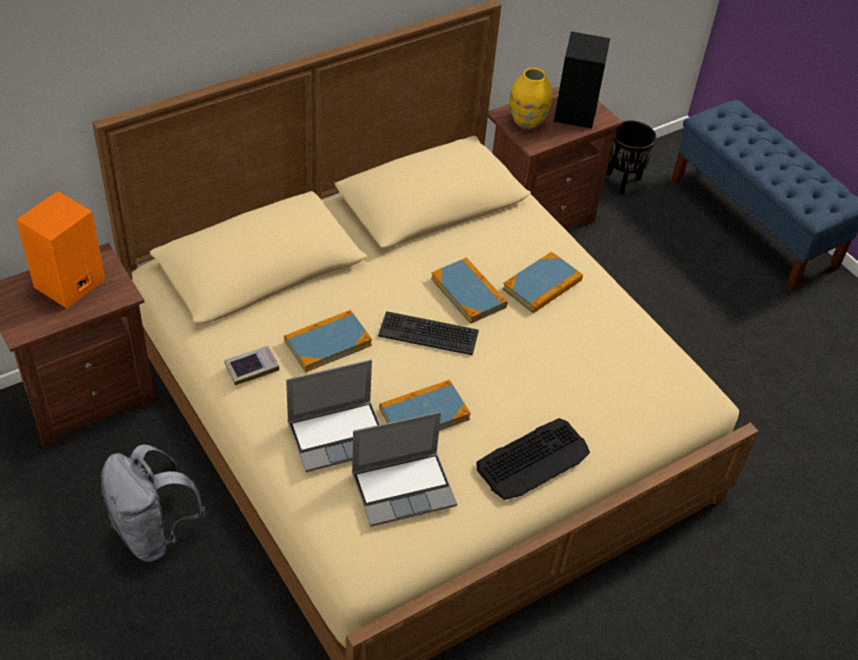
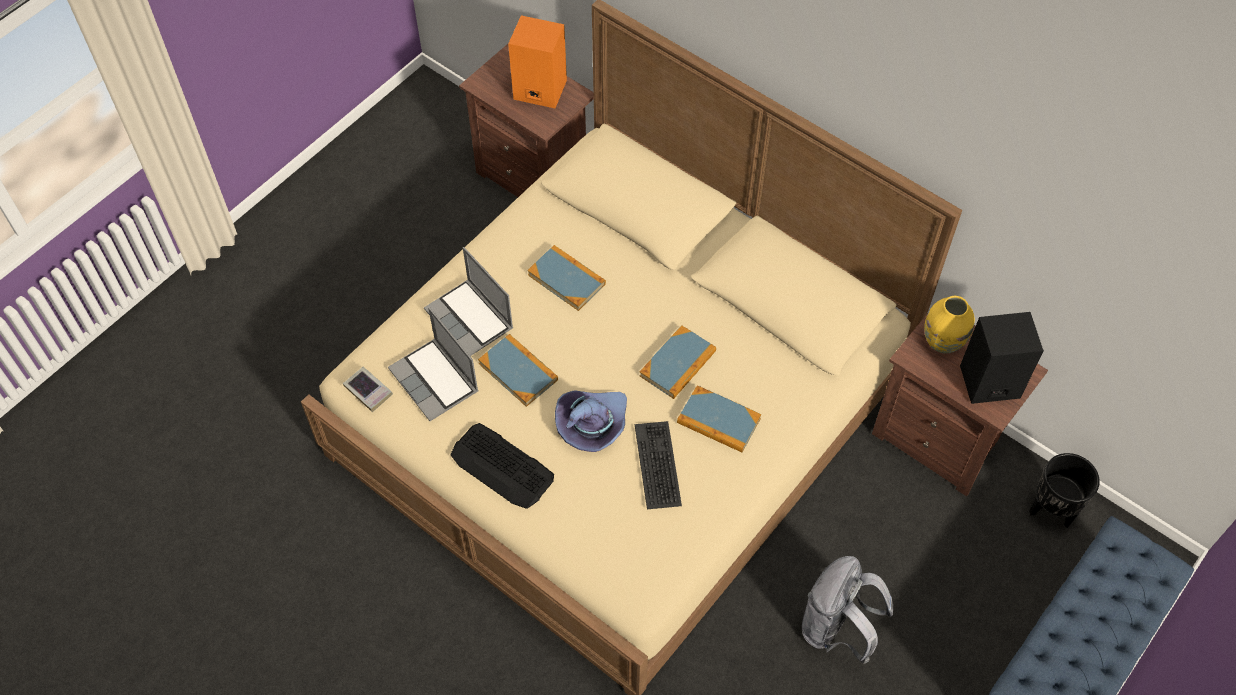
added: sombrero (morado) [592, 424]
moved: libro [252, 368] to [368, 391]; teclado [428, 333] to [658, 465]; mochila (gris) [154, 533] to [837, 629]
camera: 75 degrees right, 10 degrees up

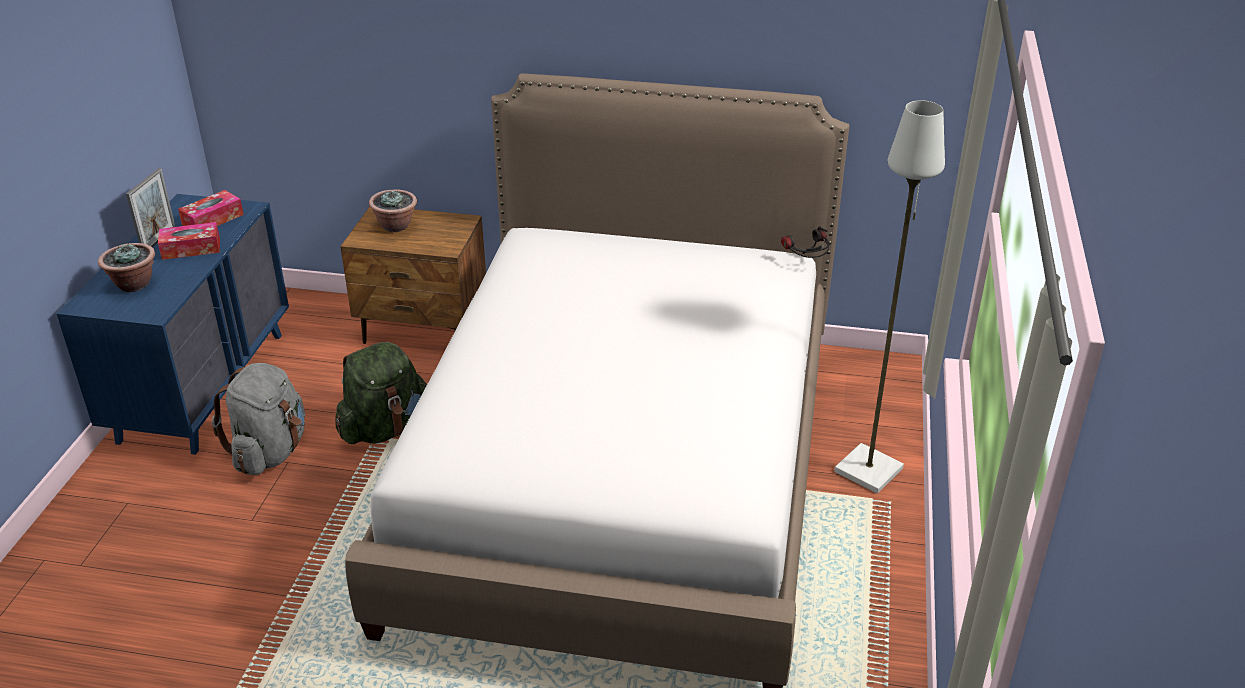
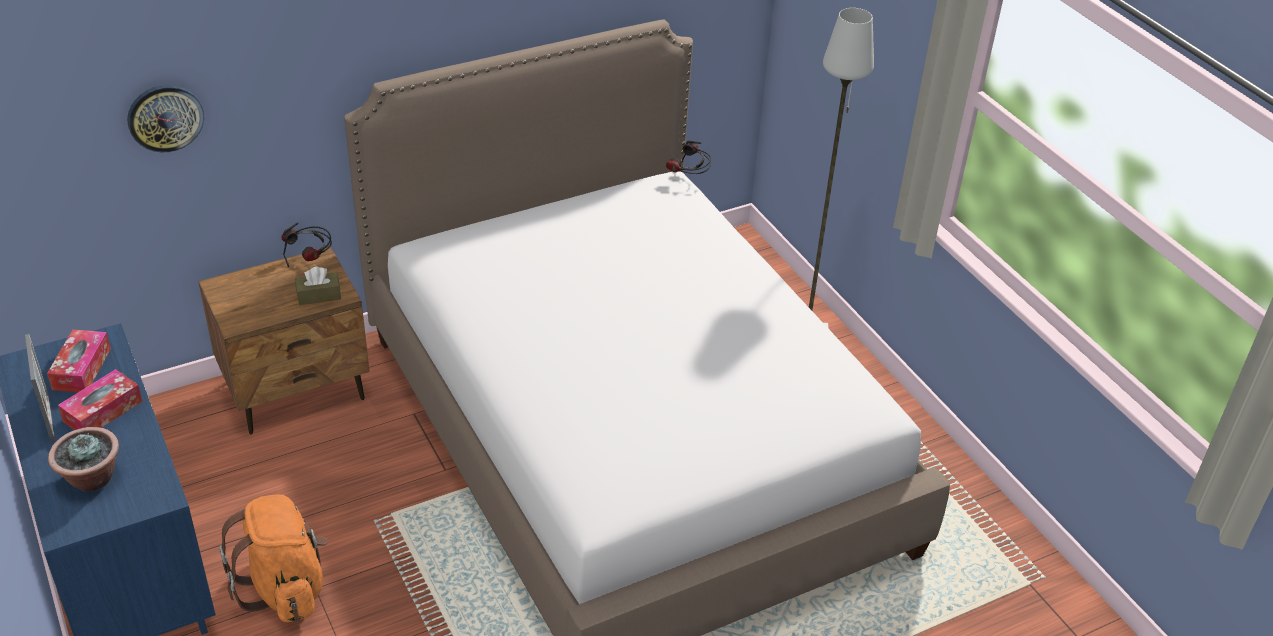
removed: mochila (verde) [385, 428]; planta en maceta [396, 226]
added: reloj de pared [165, 117]; auriculares [311, 262]; caja de pañuelos (marrón) [319, 295]
recoloured: mochila (gris) [270, 452] to mochila (naranja) [285, 588]
camera: 40 degrees left, 5 degrees up

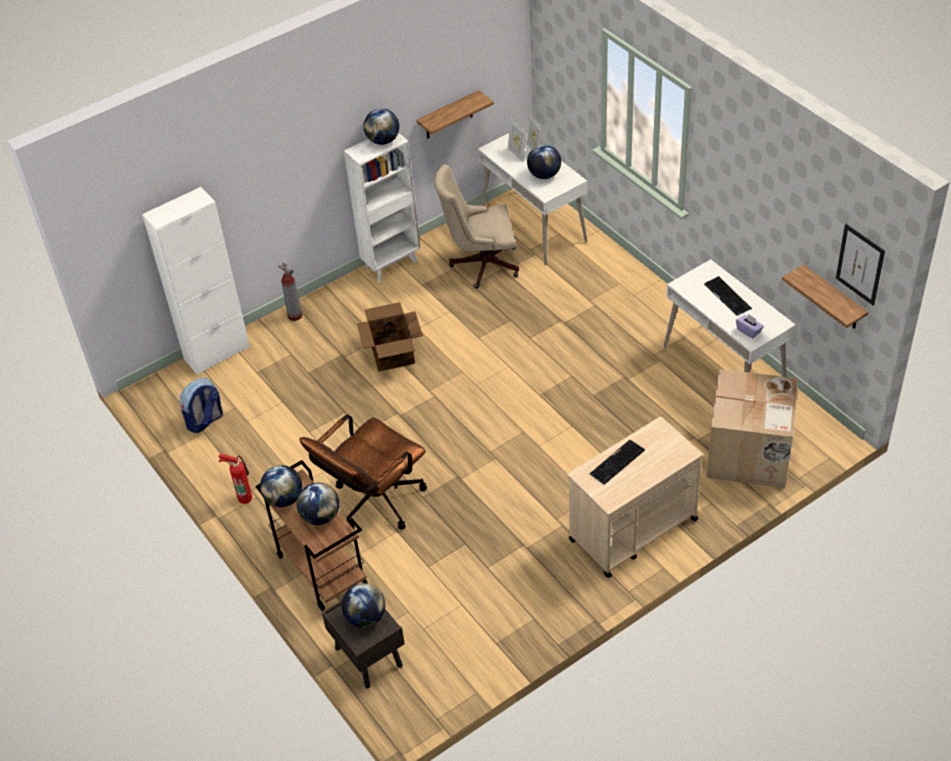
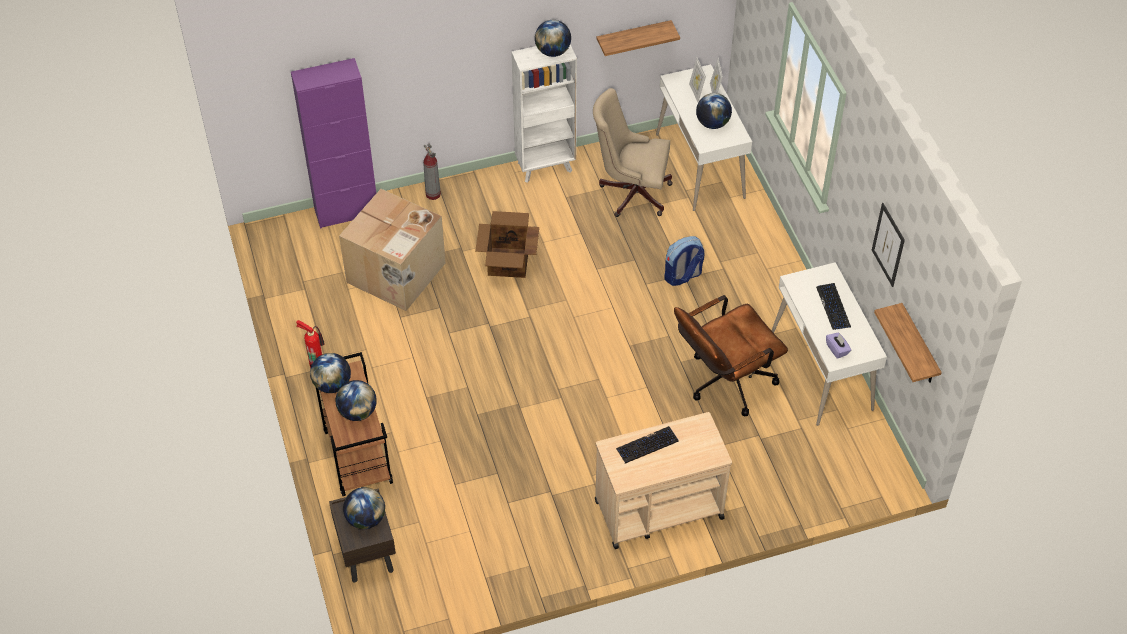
moved: caja de cartón [749, 454] to [396, 274]; mochila [205, 421] to [682, 276]; silla de oficina (marrón) [373, 504] to [724, 383]; cuadro [860, 264] to [888, 244]
recoloured: armario (blanco) [217, 353] to armario (morado) [346, 212]
camera: 15 degrees right, 5 degrees up

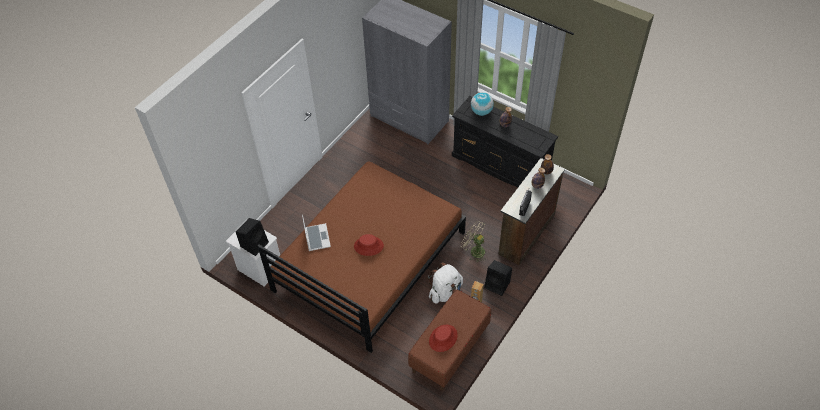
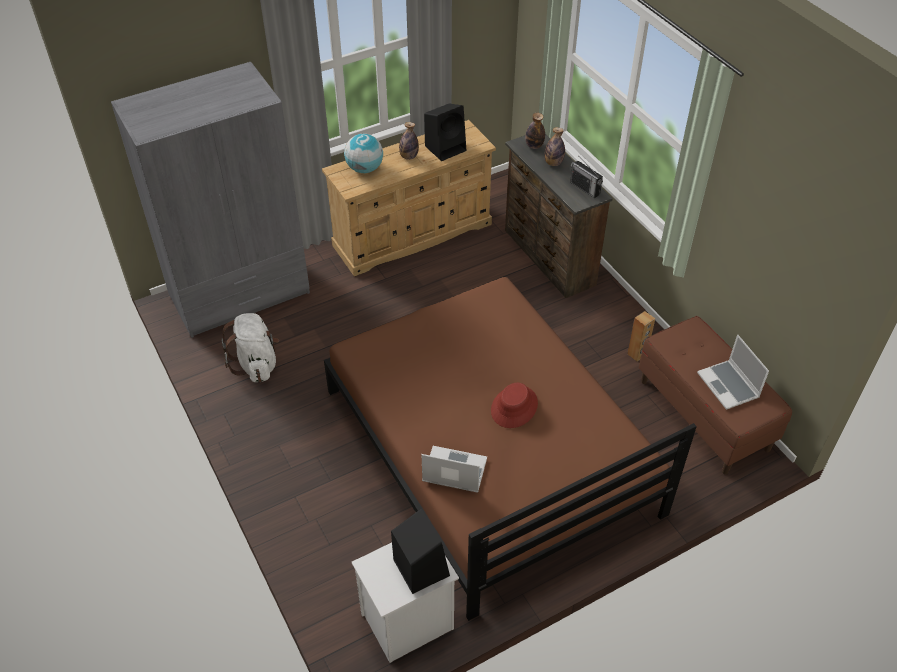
removed: ventilador (beis) [474, 251]
moved: mochila (blanco) [445, 292] to [256, 364]; altavoz (negro) [498, 285] to [446, 148]
replaced: sombrero (rojo) [443, 338] to portátil [729, 386]
recoloured: cómoda (negro) [500, 166] to cómoda (beis) [413, 234]
camera: 65 degrees left, 5 degrees down

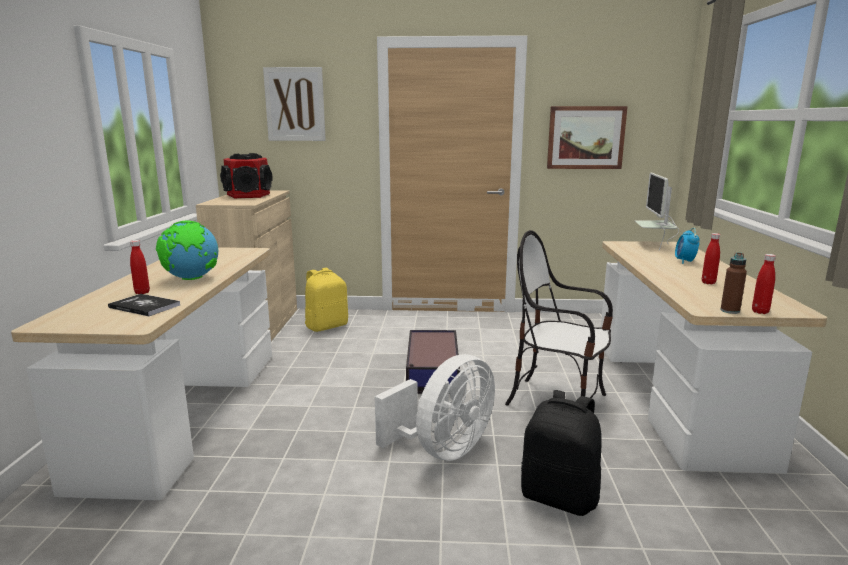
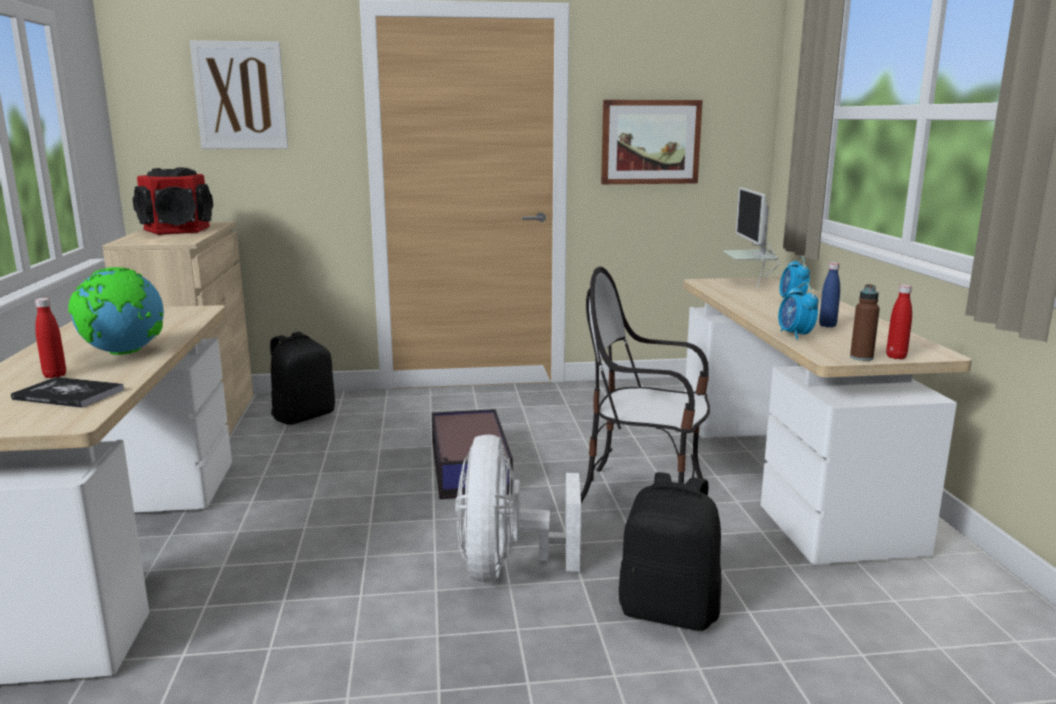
added: despertador [795, 335]
recoloured: mochila (amarillo) [326, 326] to mochila (negro) [303, 416]; botella (rojo) [708, 283] to botella (azul) [827, 325]
turned: ventilador (blanco) [443, 450] = [506, 568] 150 degrees clockwise
camera: 10 degrees left, 0 degrees up

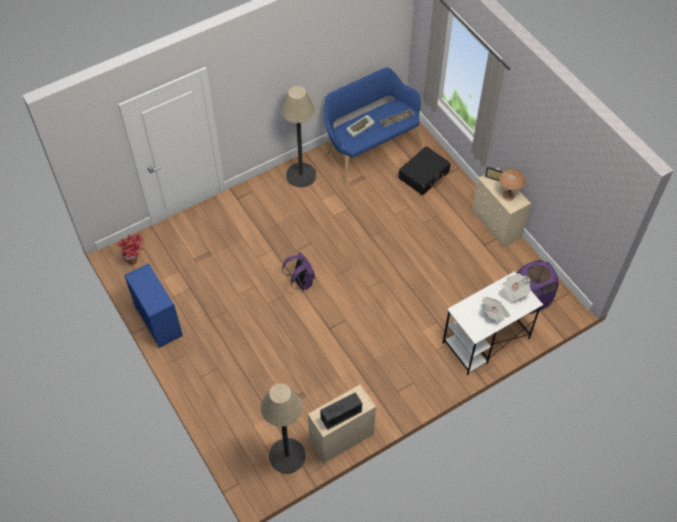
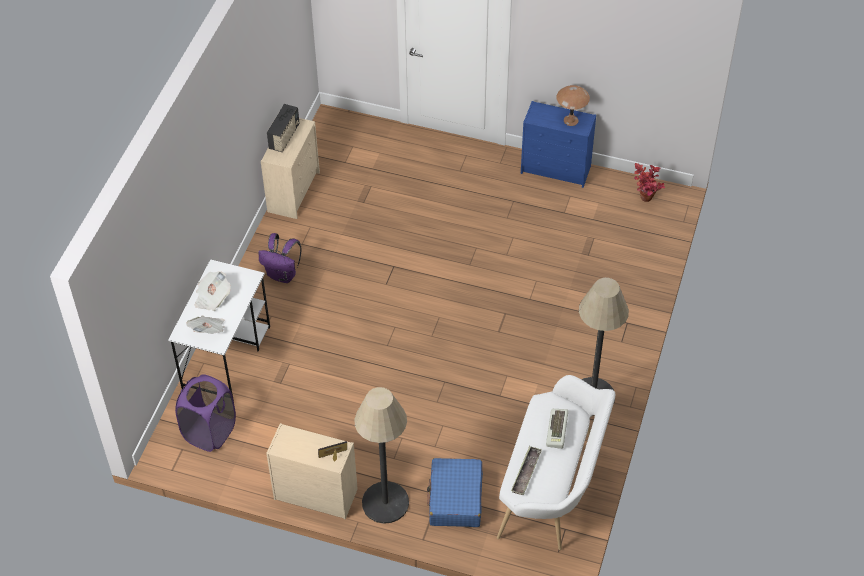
moved: mochila (morado) [301, 282] to [283, 275]; lámpara de pie [287, 456] to [385, 502]; lámpara de mesa (marrón) [508, 195] to [571, 120]
recoloured: maleta (negro) [424, 175] to maleta (azul) [455, 499]; banco (azul) [370, 148] to banco (blanco) [553, 489]
camera: 140 degrees right, 5 degrees down

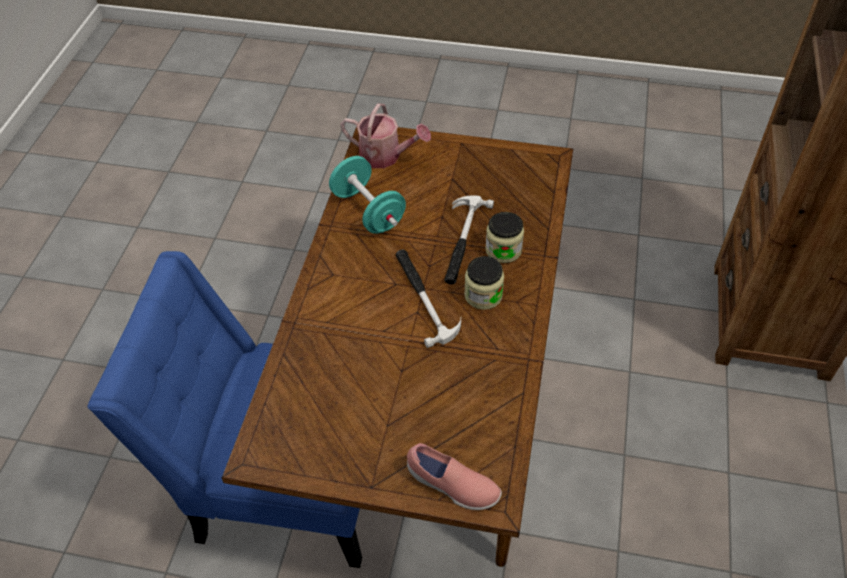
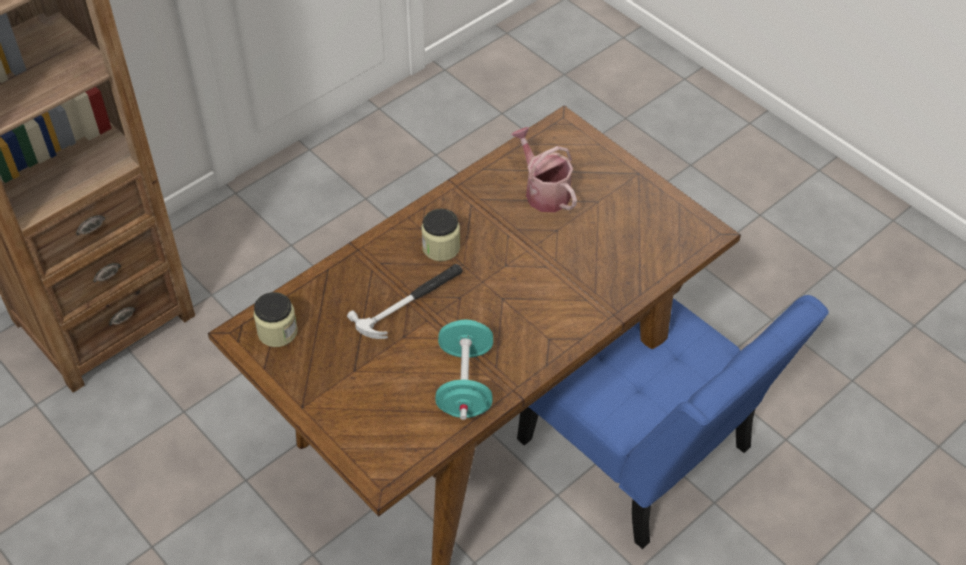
removed: martillo [423, 297]; zapato (rosa) [452, 486]
moved: tarro [503, 250] to [277, 332]; regadera [385, 156] to [543, 191]
camera: 145 degrees left, 0 degrees up

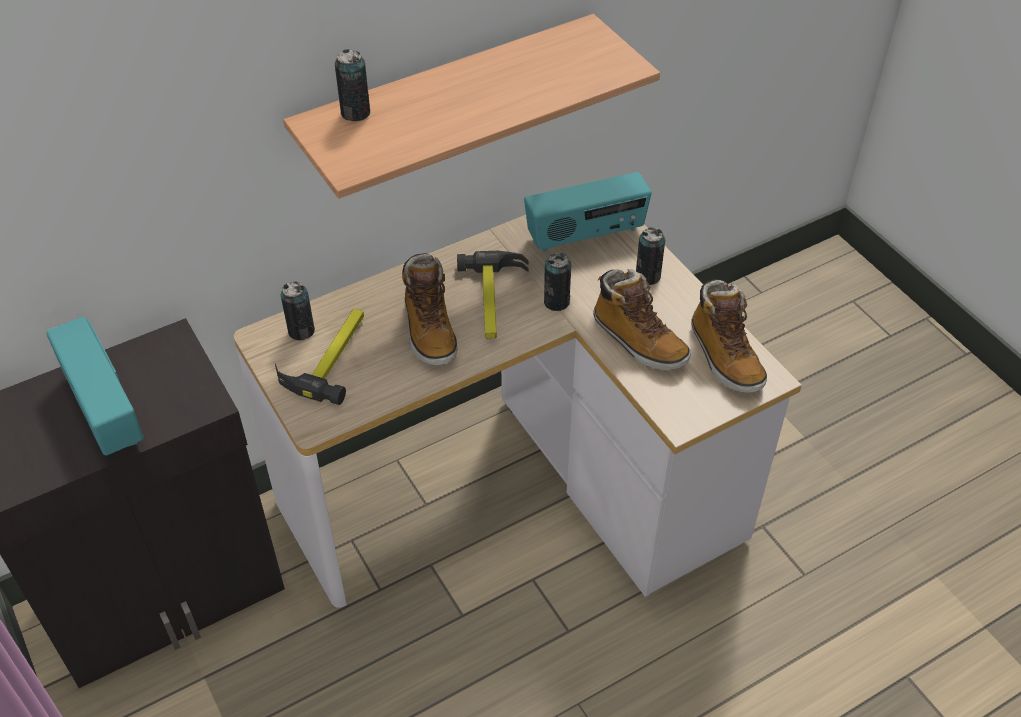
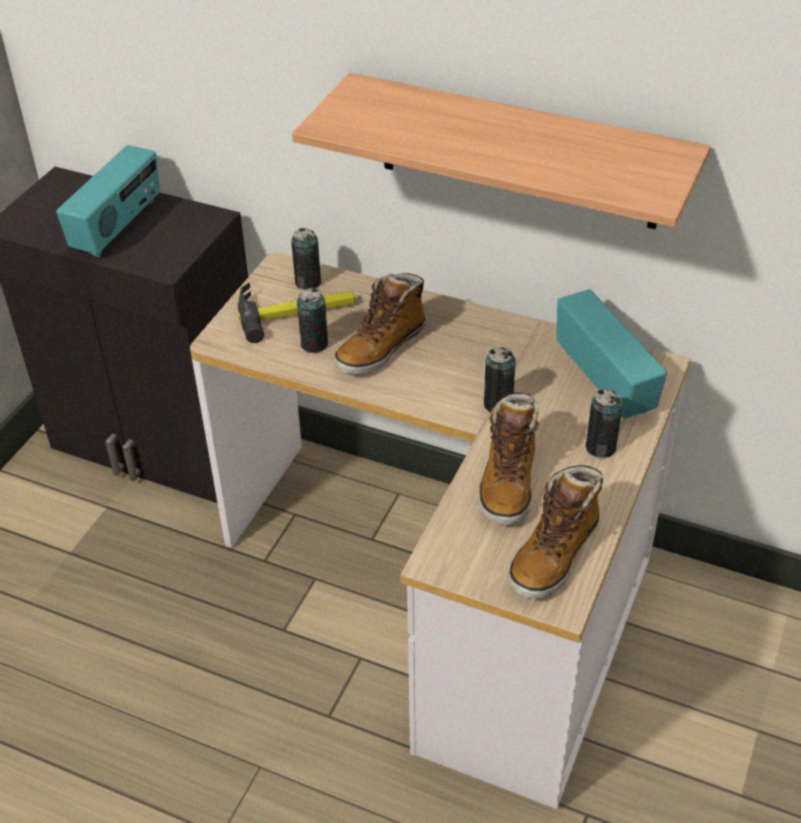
removed: martillo [494, 300]
moved: lata [355, 113] to [314, 344]
turned: radio [586, 235] = [605, 380] 150 degrees counterclockwise
camera: 55 degrees right, 5 degrees down

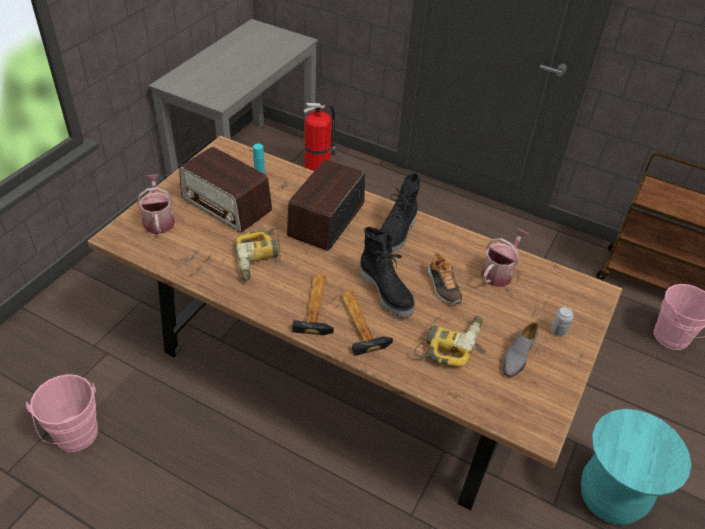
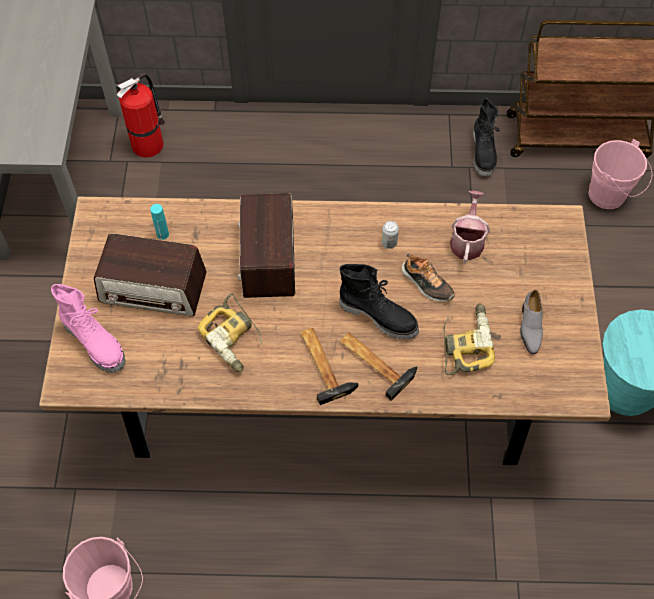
moved: lata [558, 331] to [389, 243]; bota (negro) [396, 235] to [484, 153]
replaced: regadera [158, 220] to bota (rosa) [96, 342]
camera: 25 degrees left, 15 degrees up

